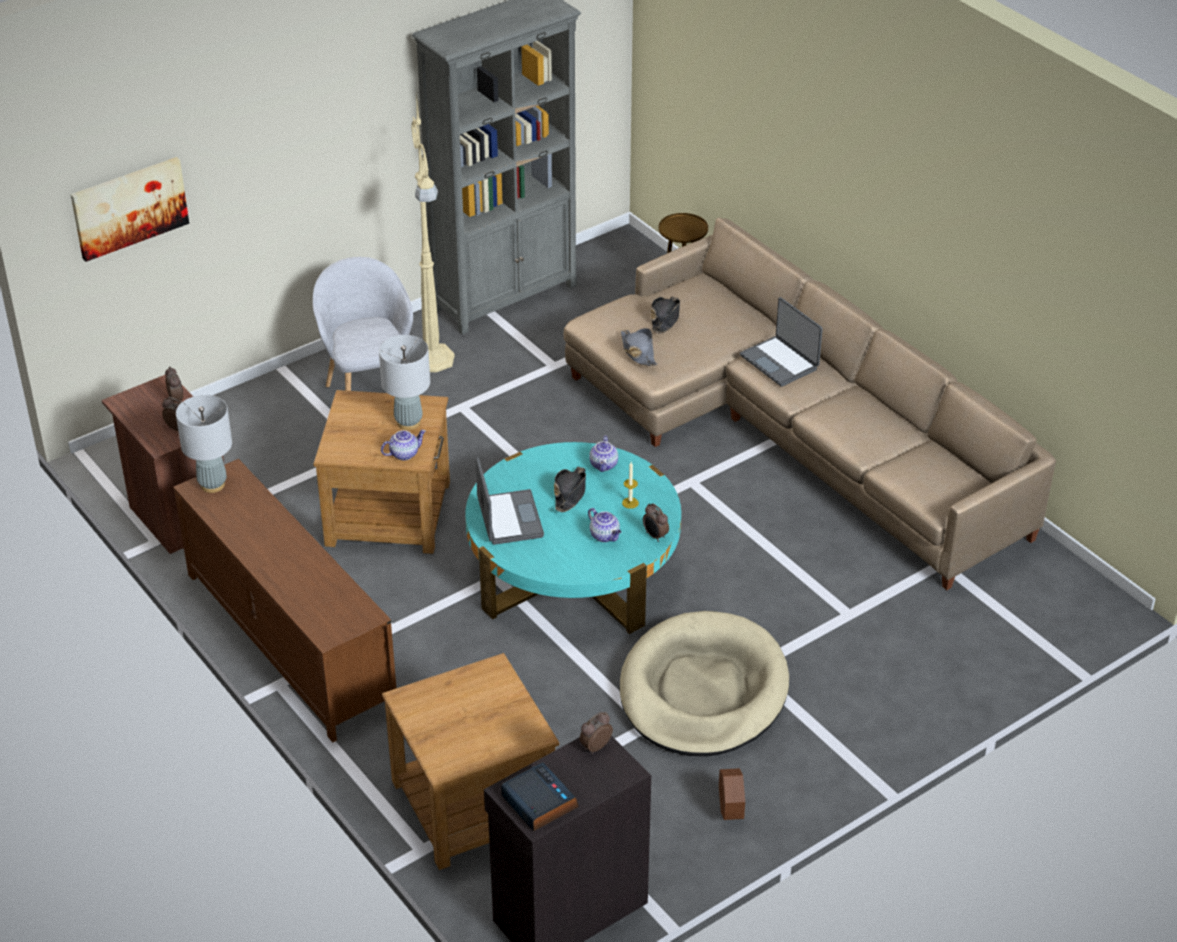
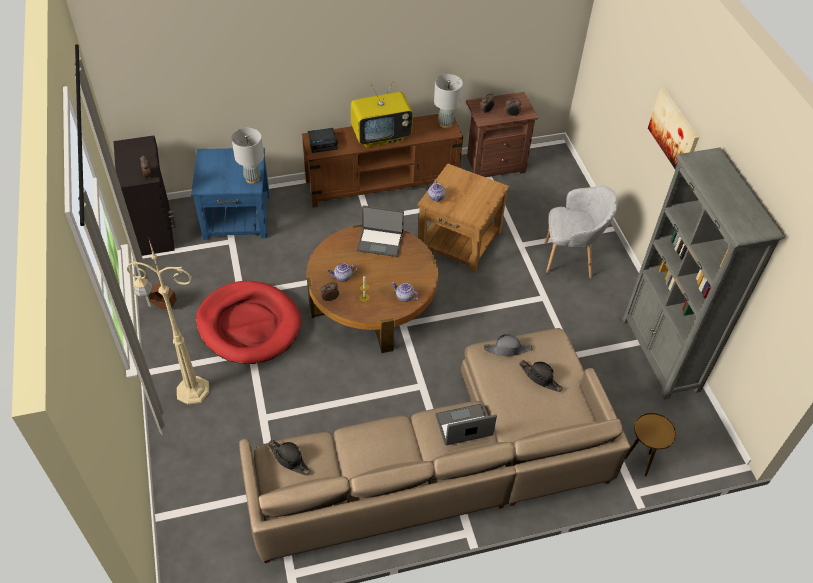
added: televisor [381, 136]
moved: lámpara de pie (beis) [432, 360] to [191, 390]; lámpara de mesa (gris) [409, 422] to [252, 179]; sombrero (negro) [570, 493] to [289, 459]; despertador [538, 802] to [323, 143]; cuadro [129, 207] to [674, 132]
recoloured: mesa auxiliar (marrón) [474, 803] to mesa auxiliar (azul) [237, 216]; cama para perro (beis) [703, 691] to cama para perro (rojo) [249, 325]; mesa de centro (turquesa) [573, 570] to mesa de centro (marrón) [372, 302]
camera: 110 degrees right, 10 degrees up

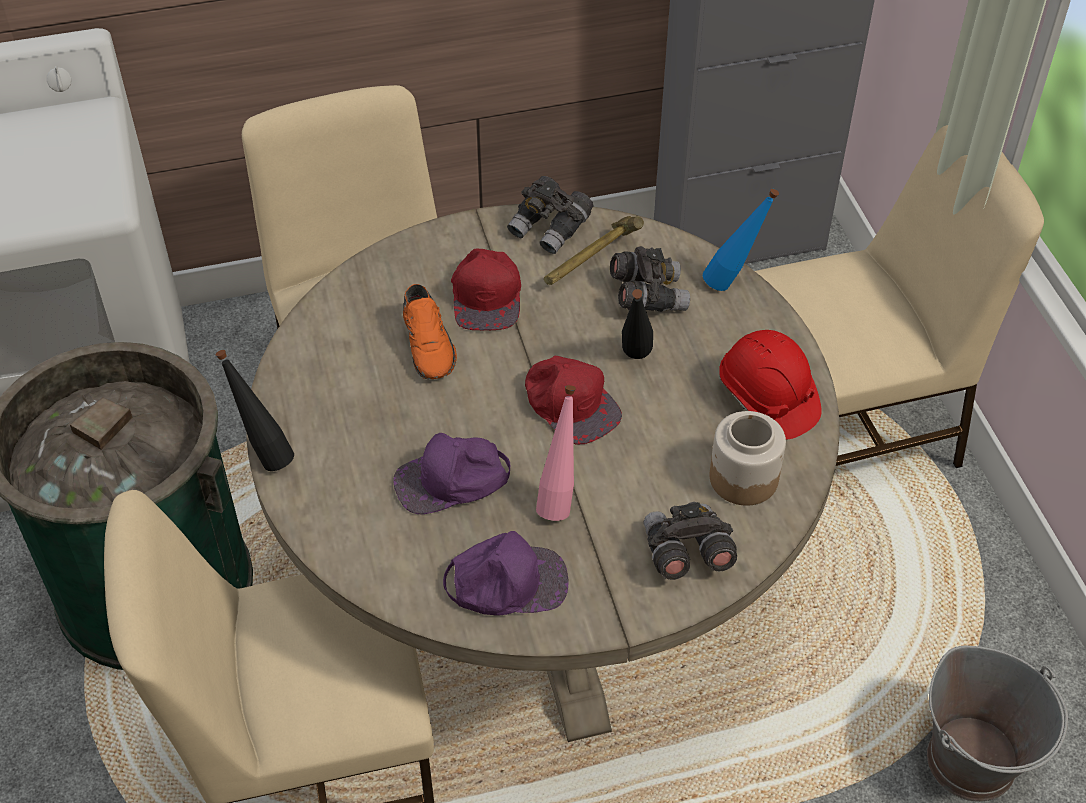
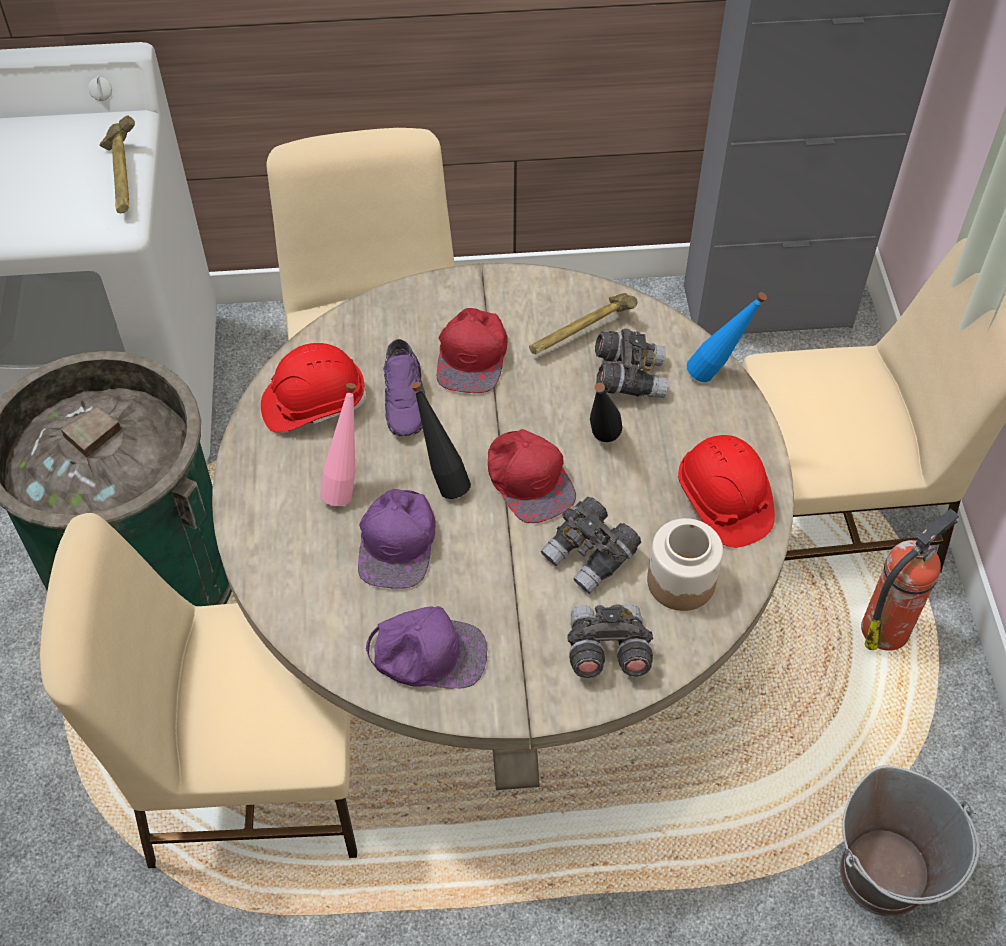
added: martillo [123, 181]; casco (rojo) [313, 403]; extintor [887, 628]
moved: botella (rosa) [559, 499] to [346, 486]; botella (negro) [264, 455] to [442, 480]; prismáticos (gris) [550, 228] to [590, 556]
recoloured: zapato (naranja) [430, 344] to zapato (morado) [406, 399]
turned: gorra (morado) [452, 481] = [398, 542] 75 degrees counterclockwise
camera: 10 degrees right, 5 degrees up

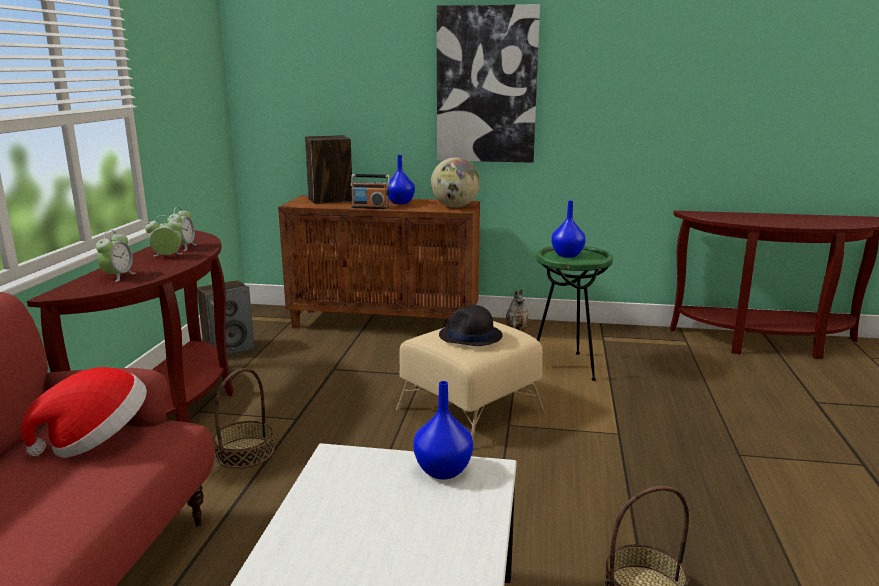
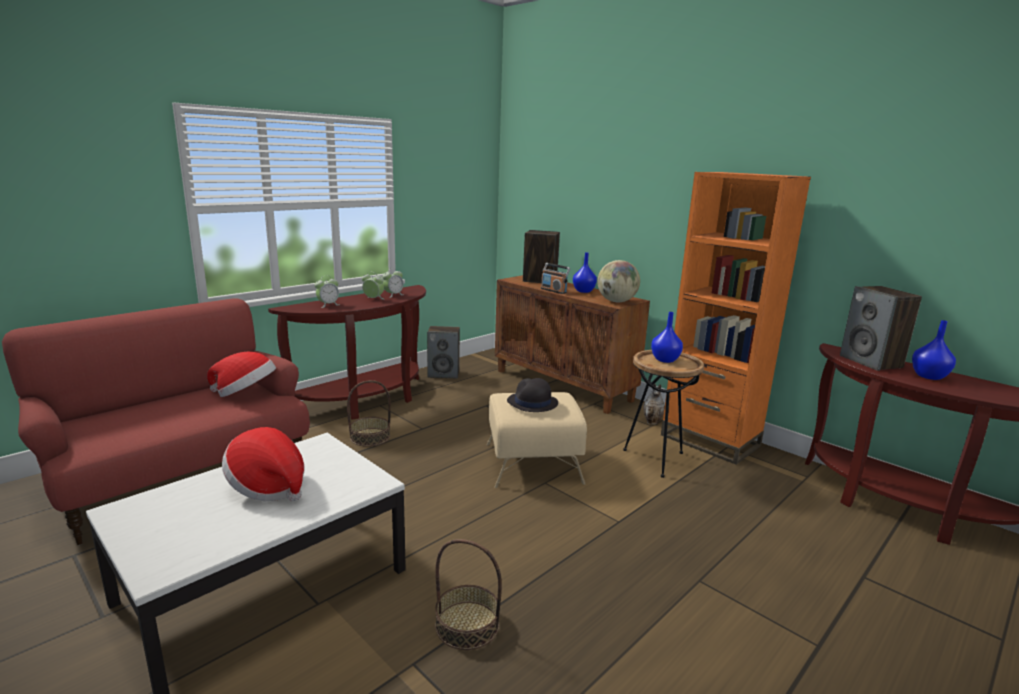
removed: cuadro [486, 85]
added: sombrero [268, 486]; estantería (naranja) [710, 440]; altavoz [871, 362]
moved: florero (azul) [444, 471] to [929, 376]
recoloured: mesa auxiliar (verde) [567, 366] to mesa auxiliar (marrón) [655, 459]
camera: 35 degrees right, 0 degrees up

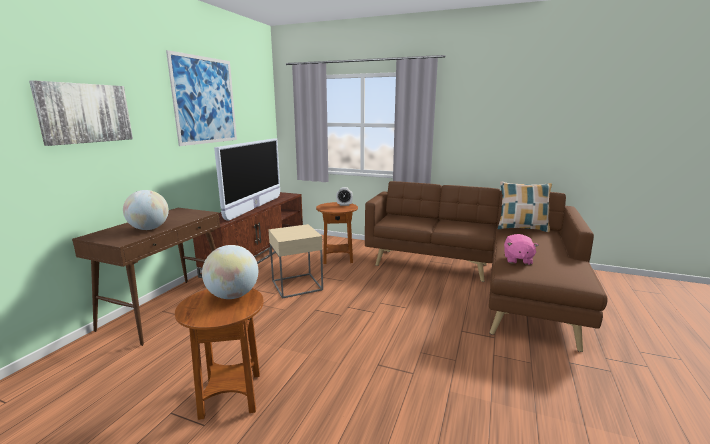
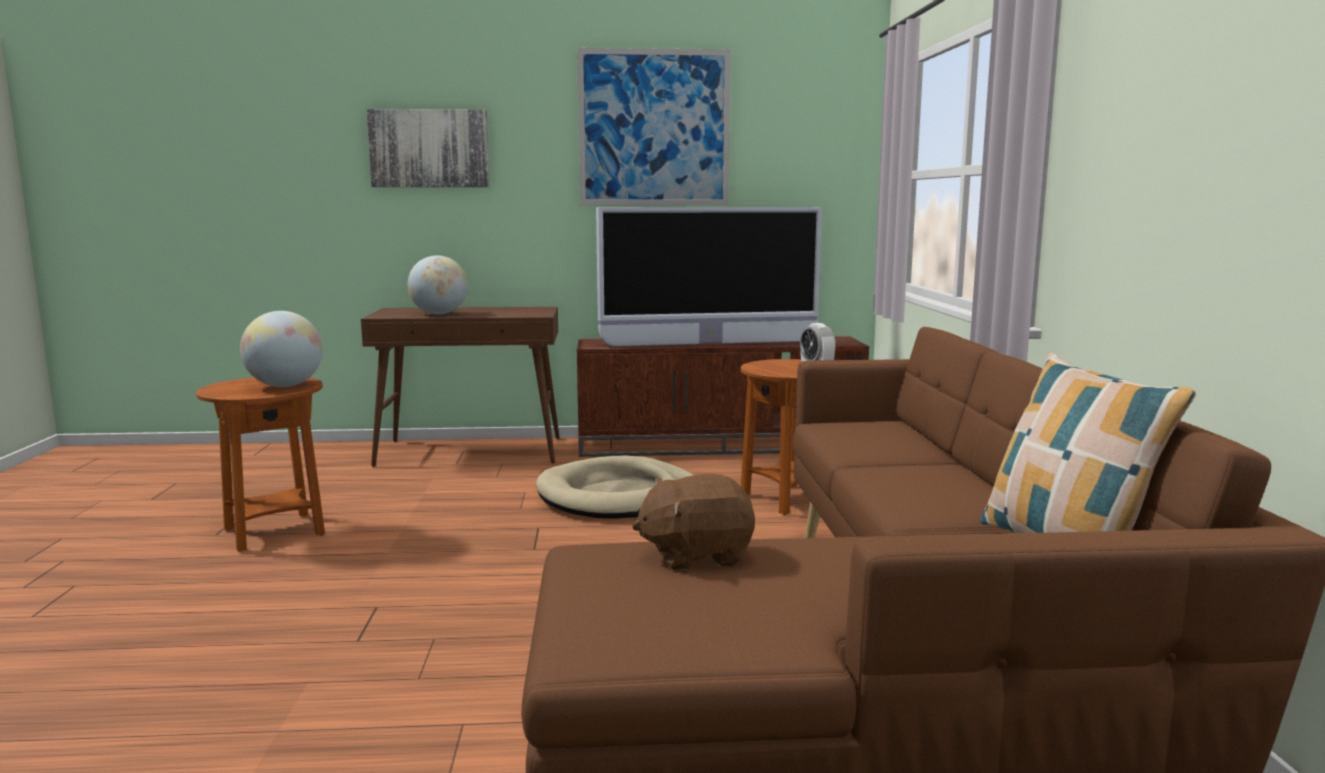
replaced: mesa auxiliar (beis) [297, 285] to cama para perro (beis) [619, 496]
recoloured: peluche (rosa) [517, 260] to peluche (marrón) [695, 555]
camera: 65 degrees right, 5 degrees down

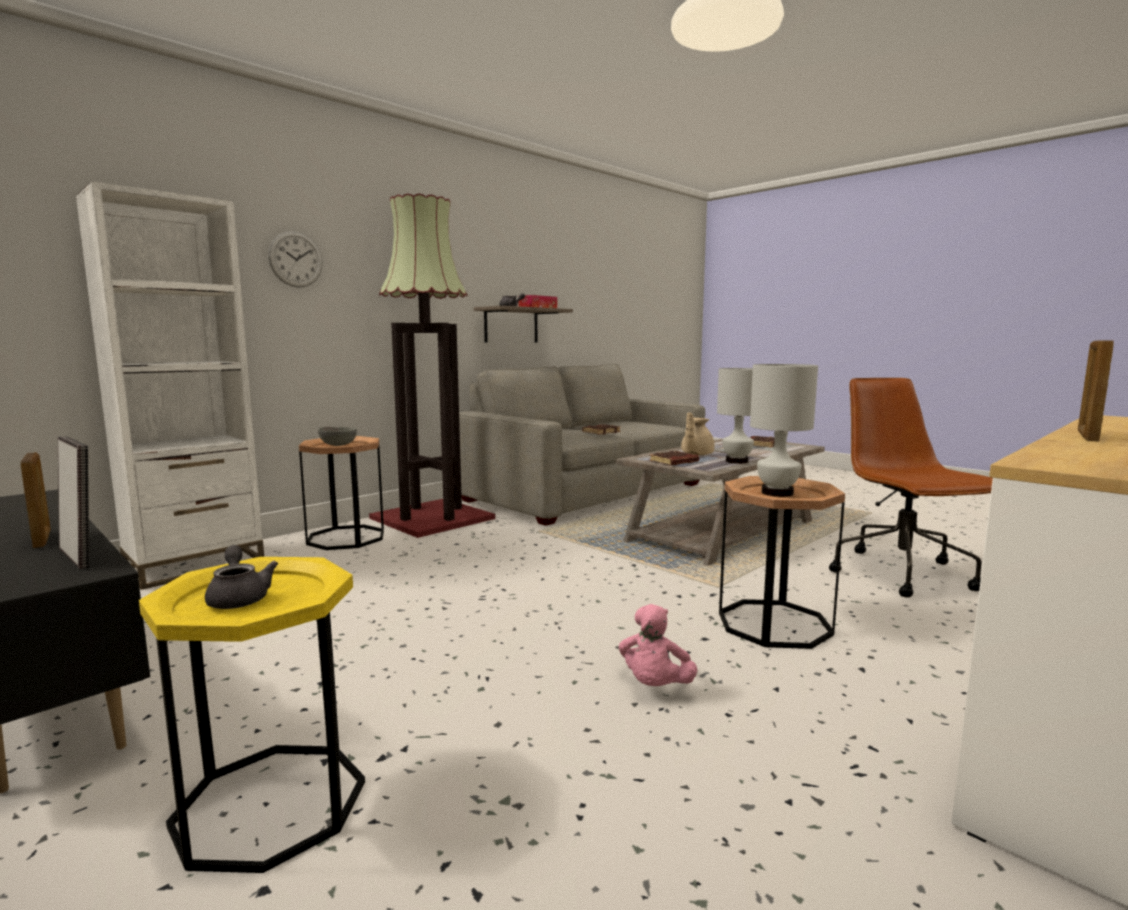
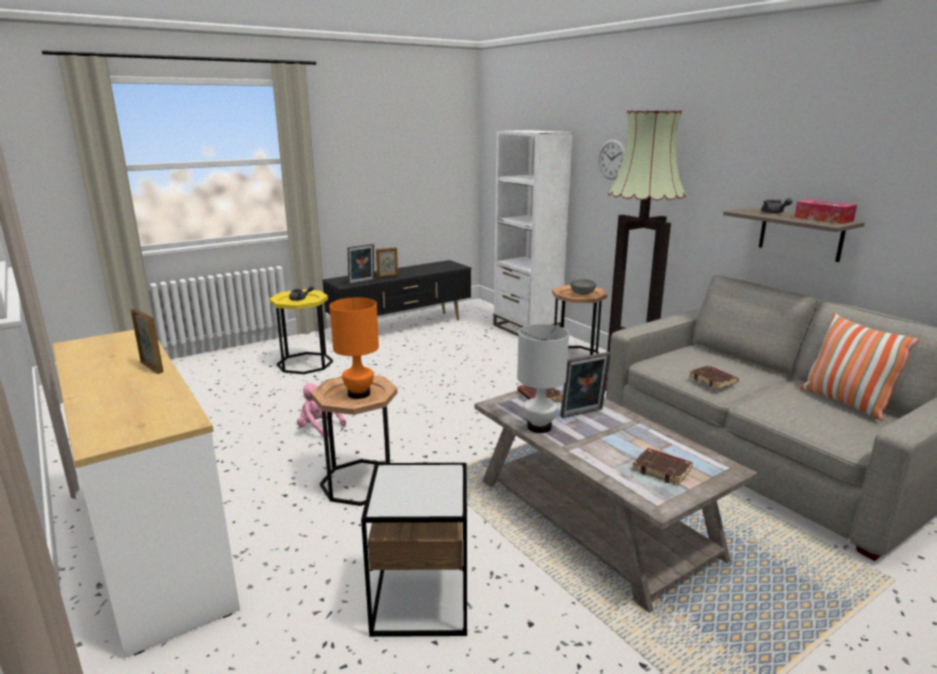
added: cojín [845, 402]
replaced: silla de oficina (marrón) [903, 575] to mesa auxiliar [421, 600]; tetera (beis) [696, 454] to portarretratos [583, 414]
recoloured: lámpara de mesa (blanco) [776, 493] to lámpara de mesa (naranja) [359, 393]
camera: 100 degrees right, 10 degrees up

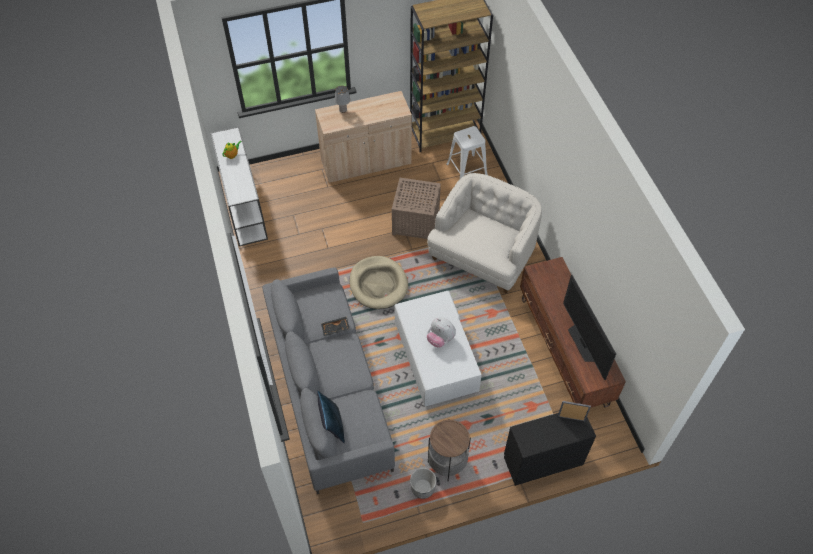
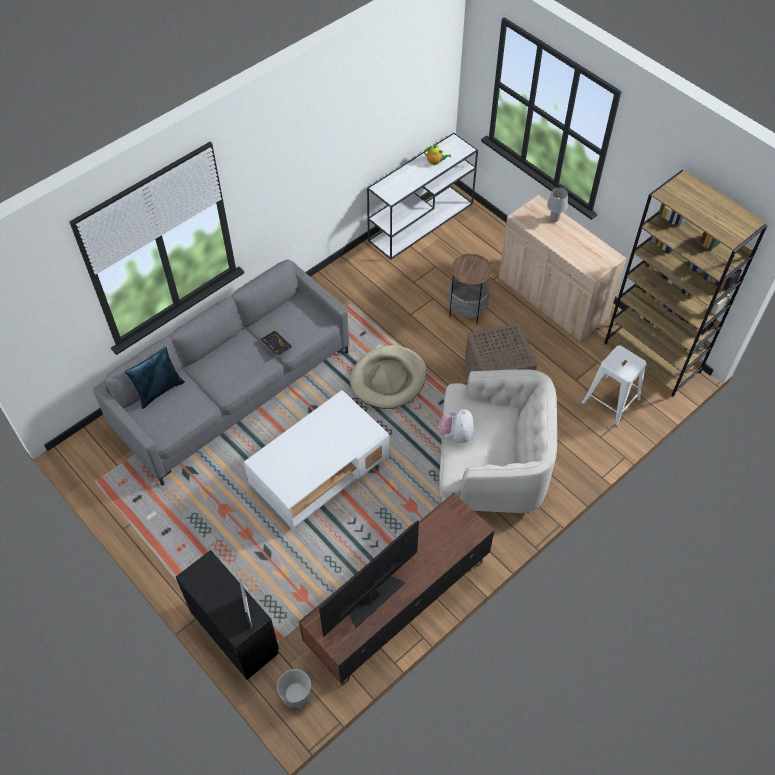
moved: maceta [422, 488] to [296, 694]; peluche [440, 339] to [456, 434]; mesa auxiliar [447, 462] to [467, 310]
camera: 65 degrees right, 0 degrees up

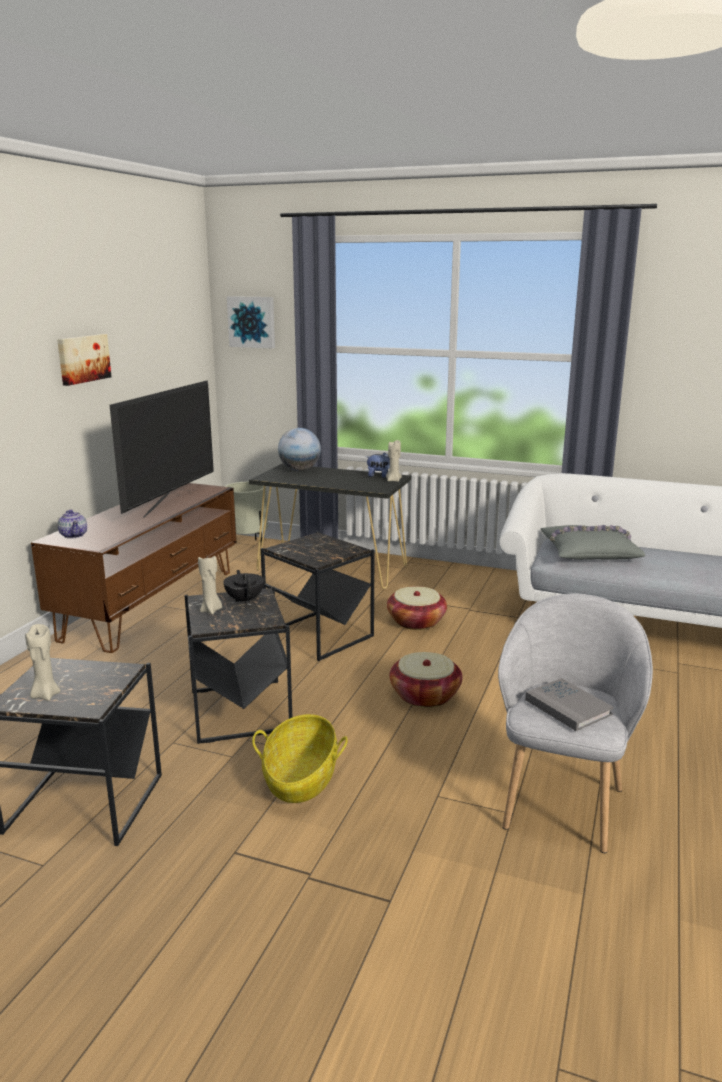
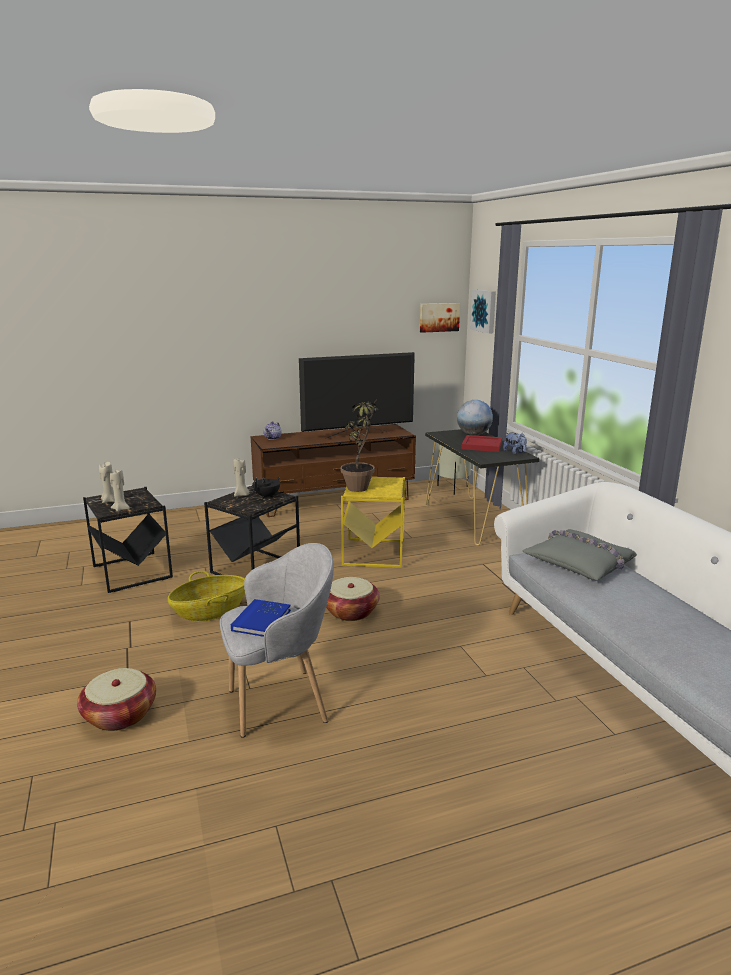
added: planta en maceta [361, 486]; bandeja (rojo) [482, 445]
moved: cesta [416, 622] to [120, 715]; vela (beis) [393, 480] to [121, 509]; cuadro [83, 359] to [439, 317]
recoloured: libro (gris) [568, 707] to libro (azul) [261, 620]; mesa auxiliar (negro) [318, 635] to mesa auxiliar (amarillo) [374, 553]
camera: 50 degrees right, 0 degrees up

